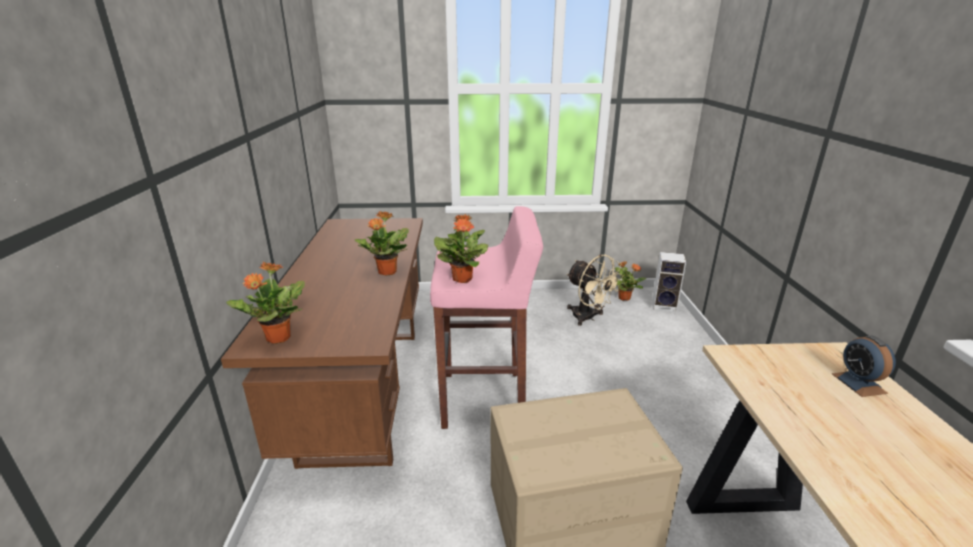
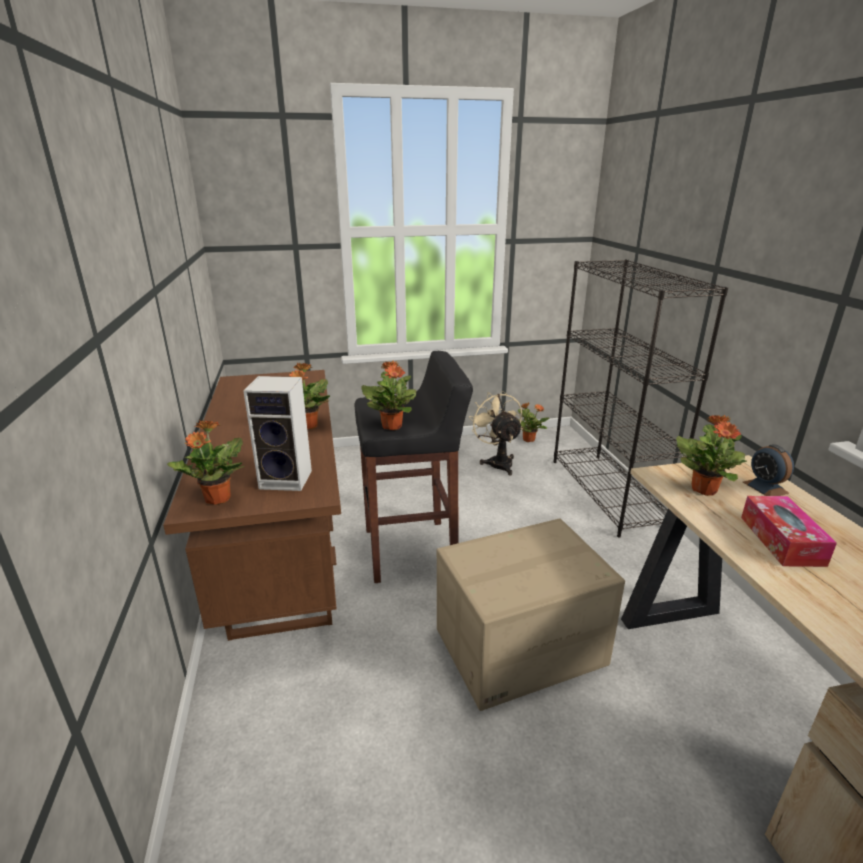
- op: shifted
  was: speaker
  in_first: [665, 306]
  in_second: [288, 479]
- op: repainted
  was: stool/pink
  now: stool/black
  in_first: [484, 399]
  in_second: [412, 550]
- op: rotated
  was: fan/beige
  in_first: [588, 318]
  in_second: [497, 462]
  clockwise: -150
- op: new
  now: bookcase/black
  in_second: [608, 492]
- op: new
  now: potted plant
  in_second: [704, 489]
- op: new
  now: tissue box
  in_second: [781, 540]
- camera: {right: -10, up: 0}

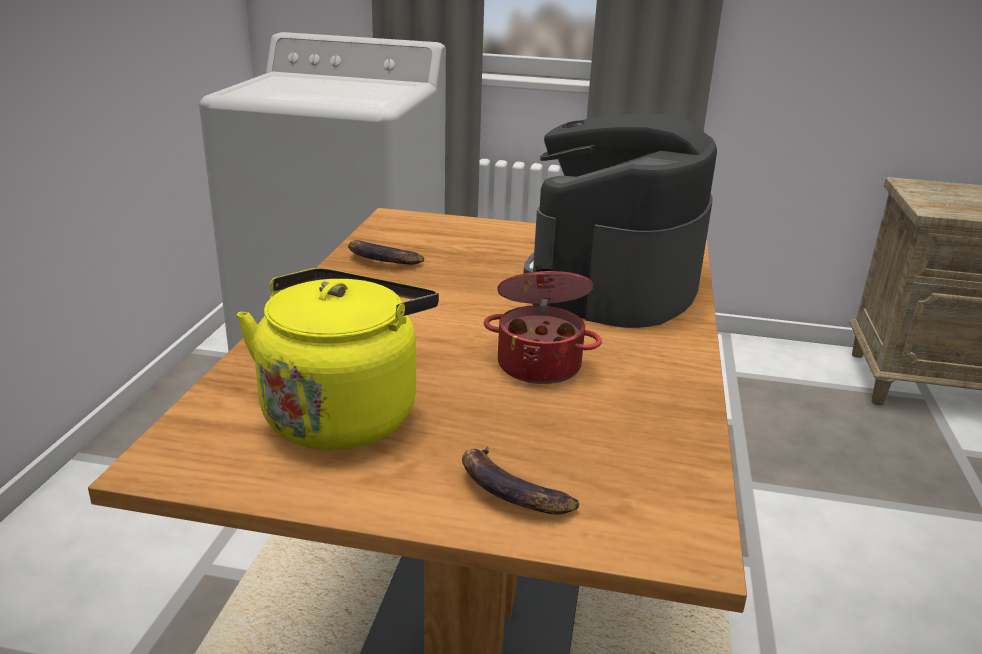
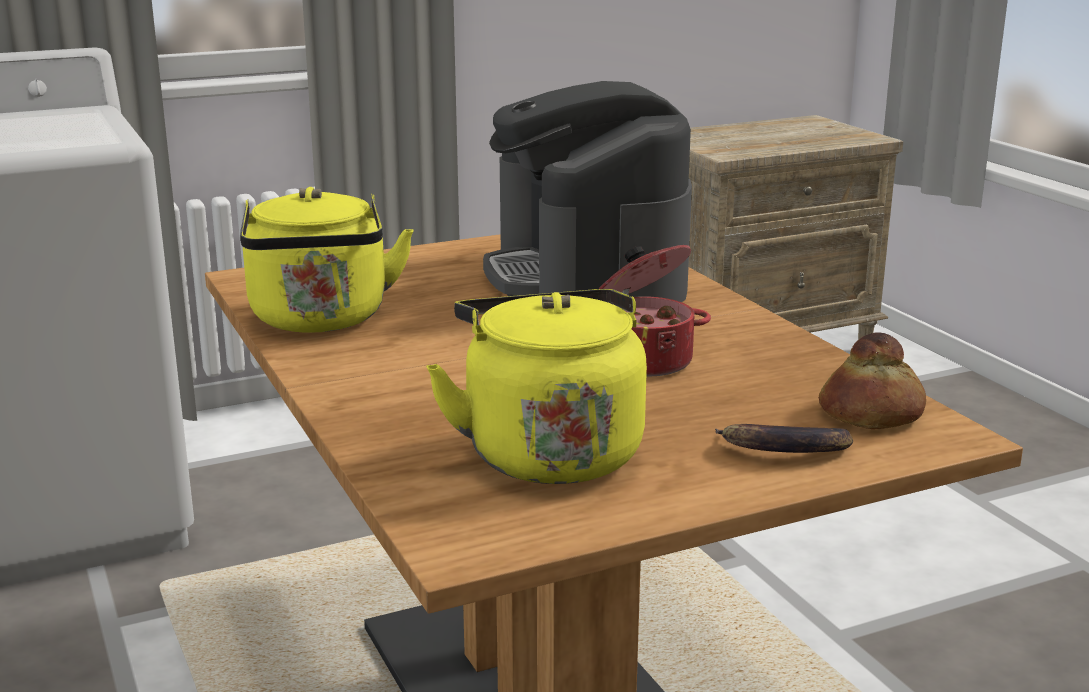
- op: swapped
  was: banana
  now: kettle/yellow
  in_first: [381, 260]
  in_second: [321, 321]
- op: new
  now: bread
  in_second: [872, 413]
- camera: {right: -35, up: -5}

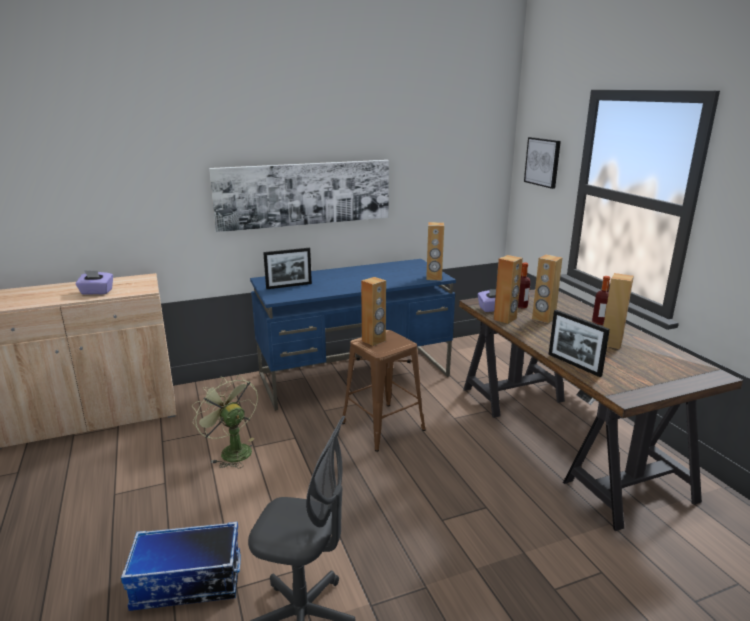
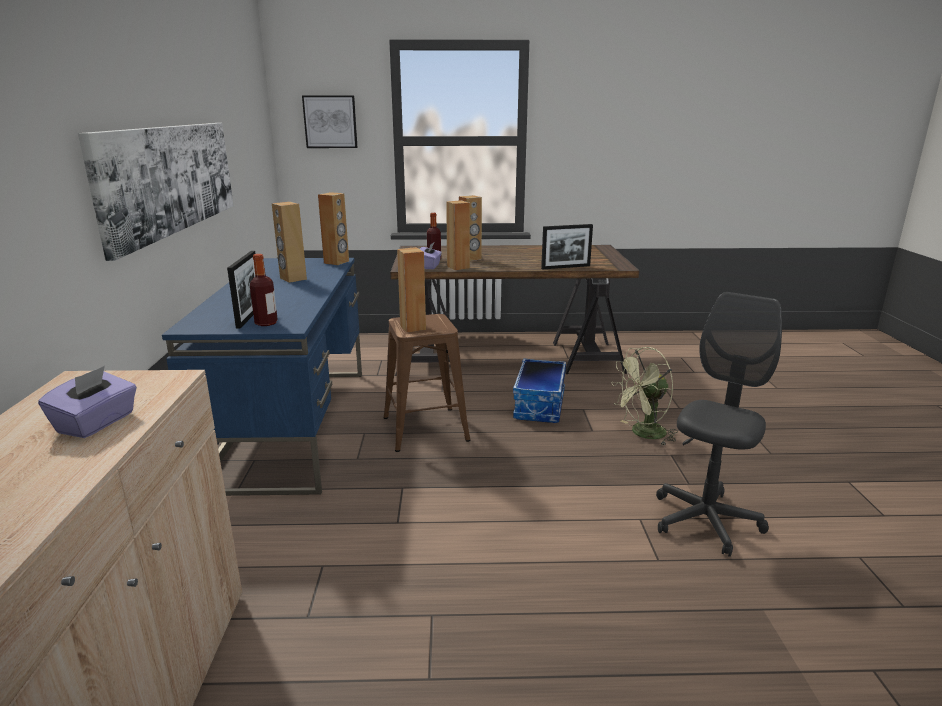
- op: shifted
  was: bottle
  in_first: [599, 322]
  in_second: [266, 323]
- op: shifted
  was: speaker/brown
  in_first: [610, 343]
  in_second: [293, 279]
- op: shifted
  was: storage box
  in_first: [187, 583]
  in_second: [540, 405]
- op: shifted
  was: fan/green
  in_first: [231, 451]
  in_second: [642, 434]
- camera: {right: -70, up: 0}

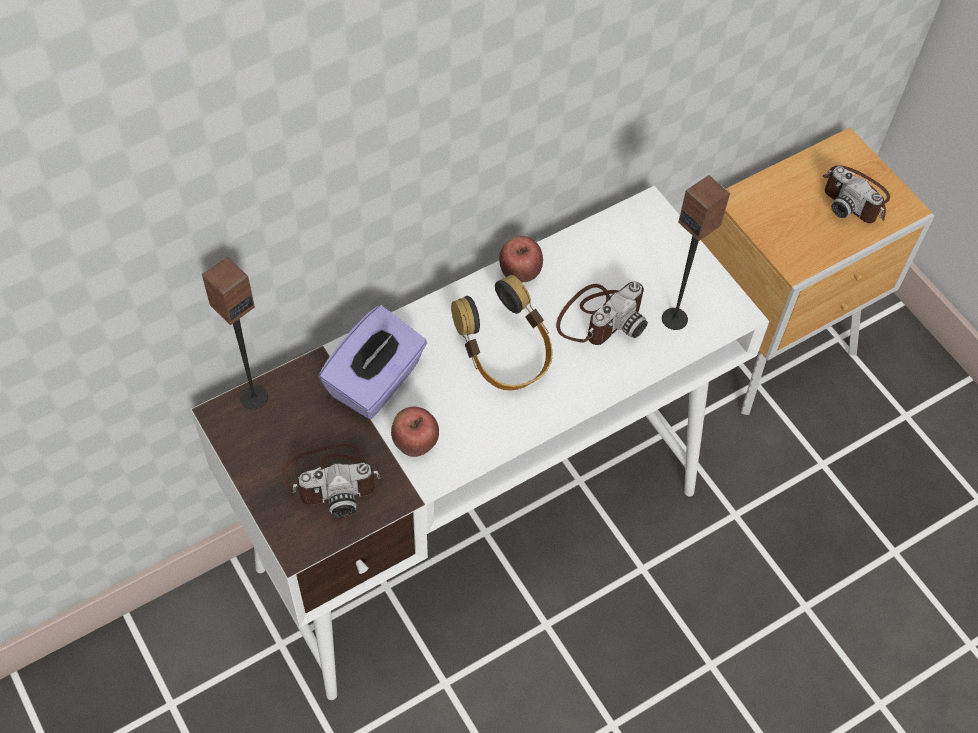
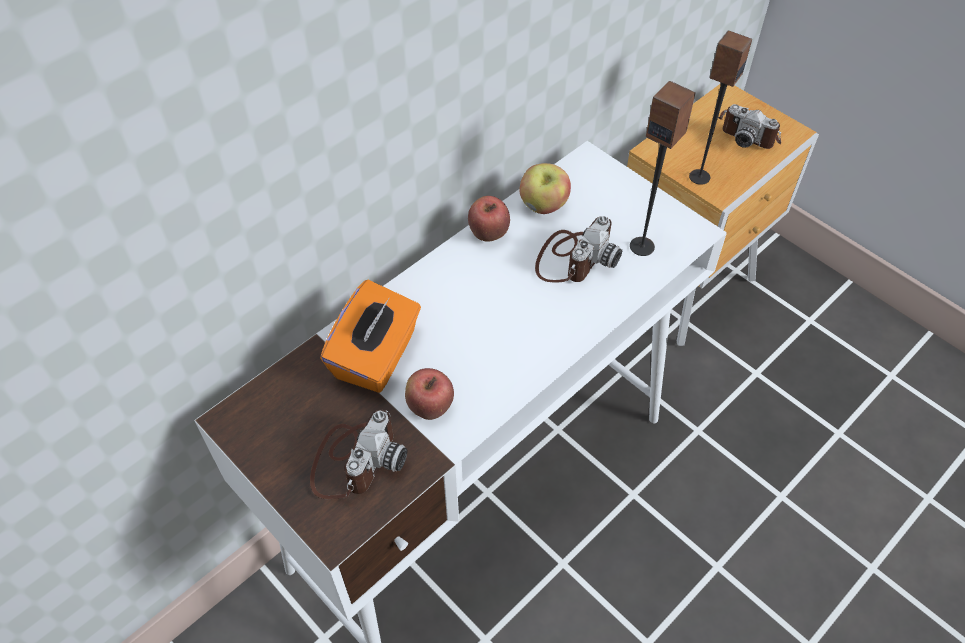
- op: rotated
  was: photo camera
  in_first: [332, 479]
  in_second: [355, 459]
  clockwise: -45
- op: repainted
  was: tissue box/purple
  now: tissue box/orange
  in_first: [376, 381]
  in_second: [377, 356]
- op: new
  now: apple
  in_second: [543, 206]
- op: shifted
  was: speaker
  in_first: [253, 397]
  in_second: [699, 177]
- op: gone
  was: headphones
  in_first: [504, 355]
- camera: {right: -10, up: -5}

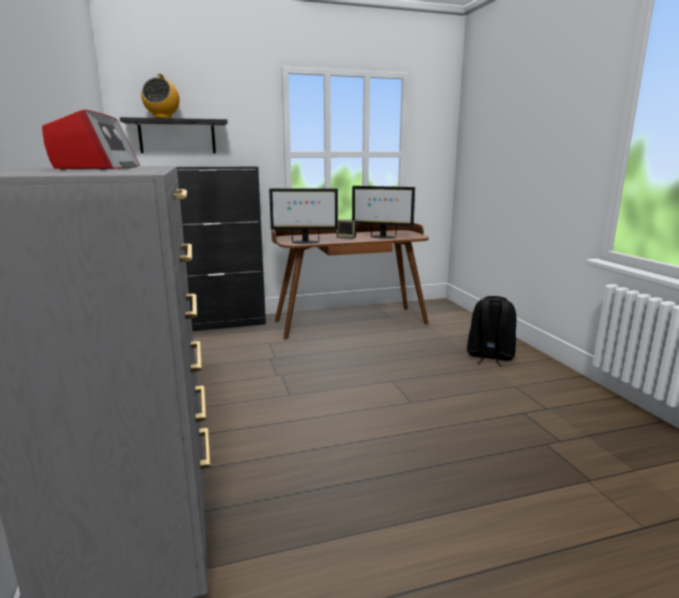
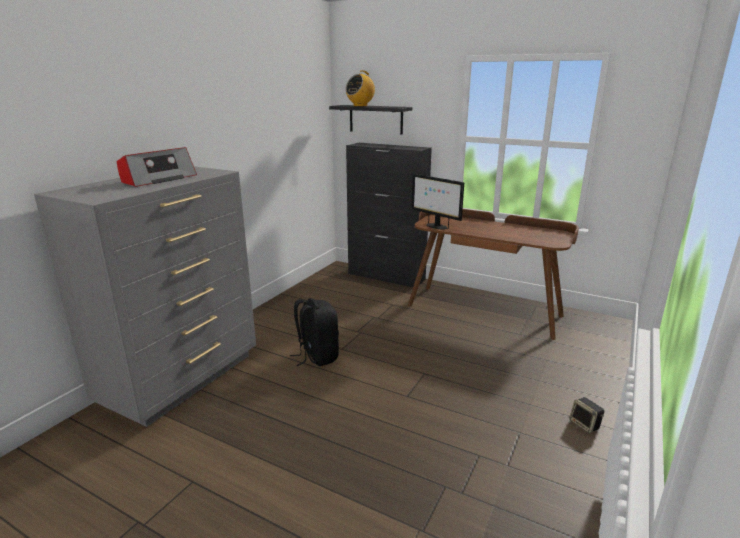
- op: shifted
  was: backpack/black
  in_first: [489, 356]
  in_second: [317, 356]
- op: shifted
  was: speaker
  in_first: [347, 238]
  in_second: [585, 425]
- op: gone
  was: monitor
  in_first: [382, 237]
- camera: {right: 45, up: 5}

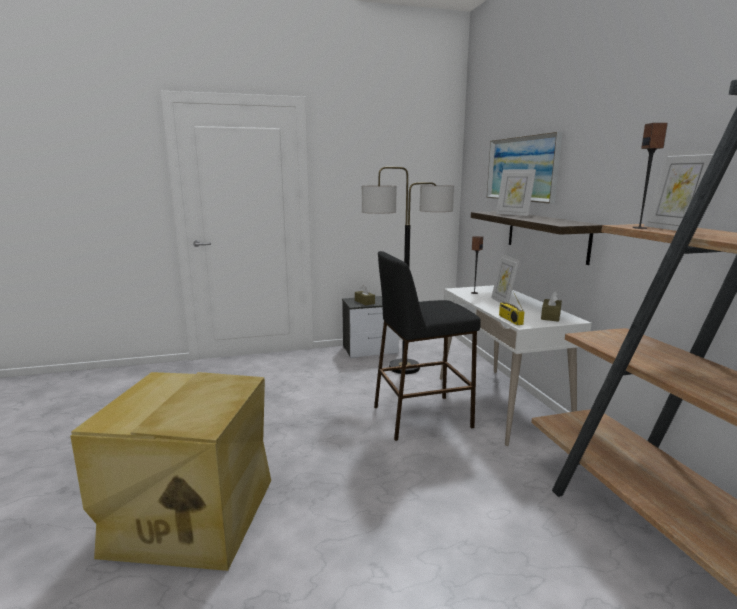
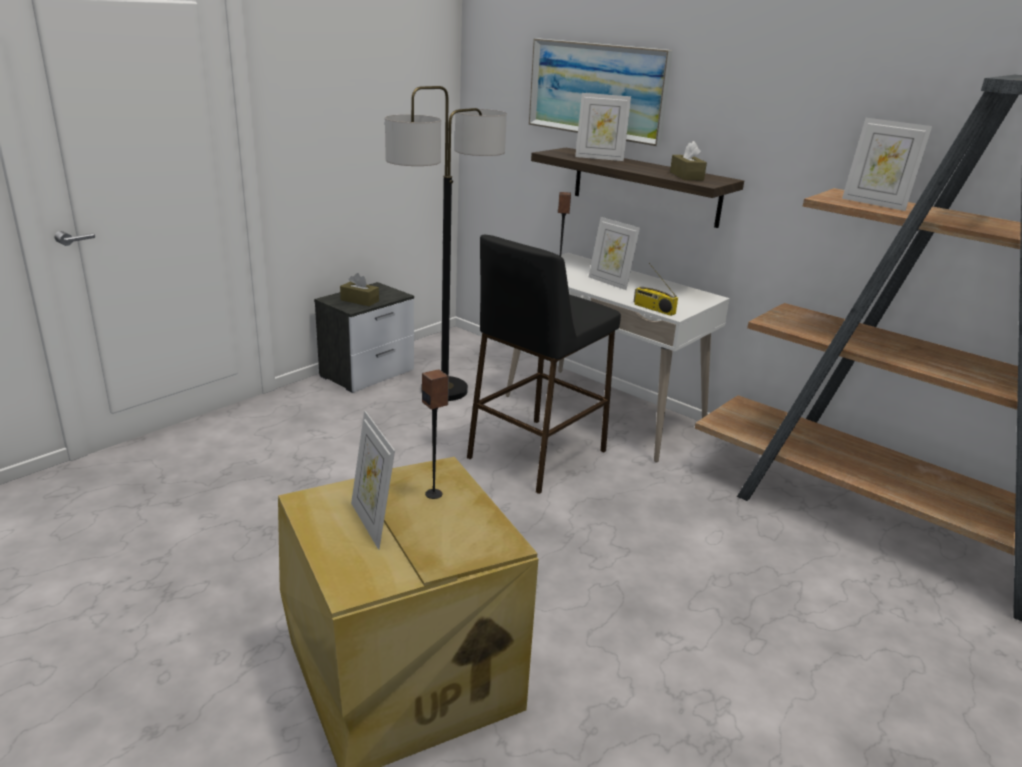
- op: new
  now: picture frame
  in_second: [373, 523]
- op: shifted
  was: speaker
  in_first: [640, 228]
  in_second: [434, 494]
- op: shifted
  was: tissue box/brown
  in_first: [550, 316]
  in_second: [686, 176]
- camera: {right: -35, up: 10}

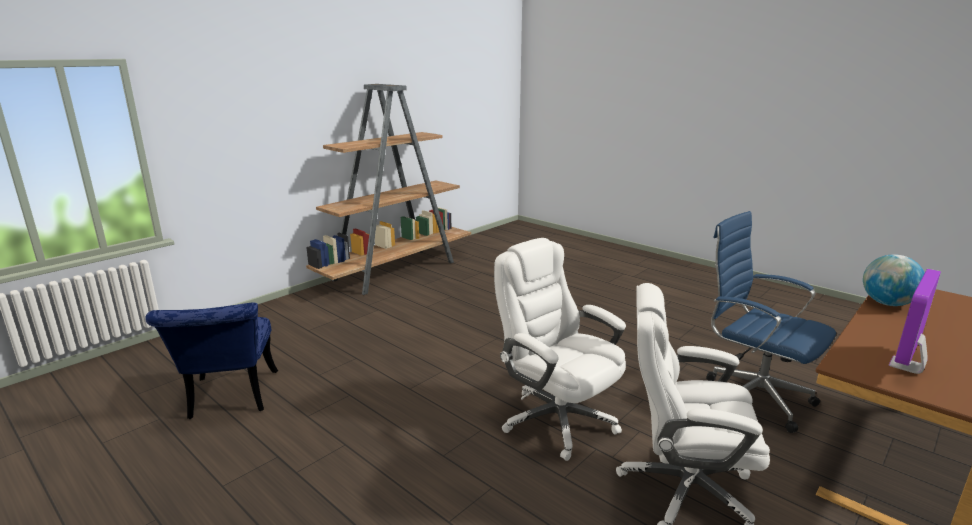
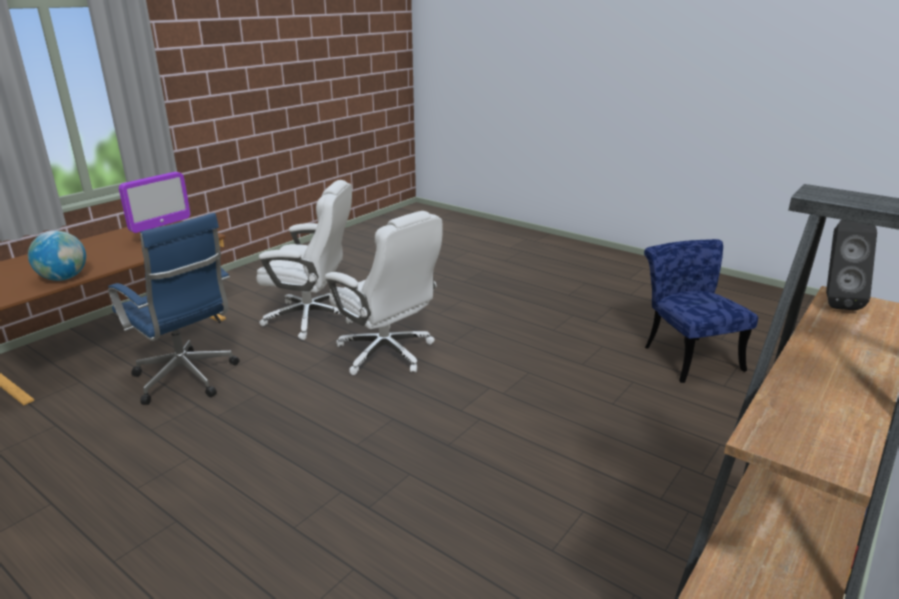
- op: new
  now: speaker/black
  in_second: [834, 302]
- camera: {right: 175, up: 5}

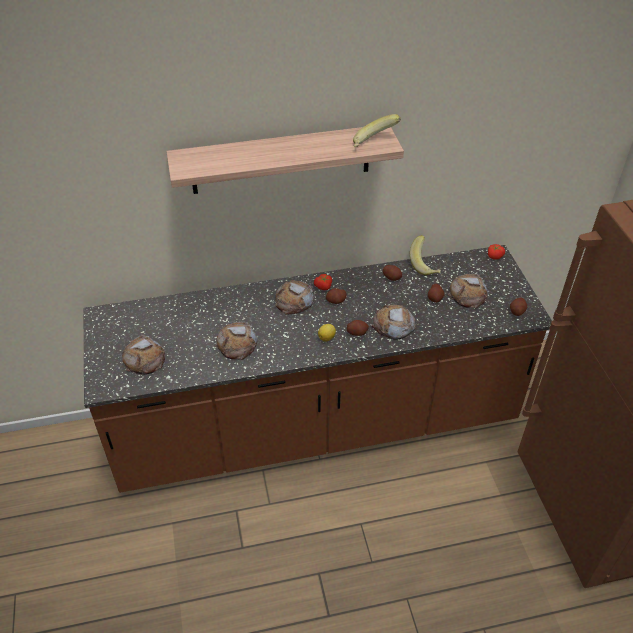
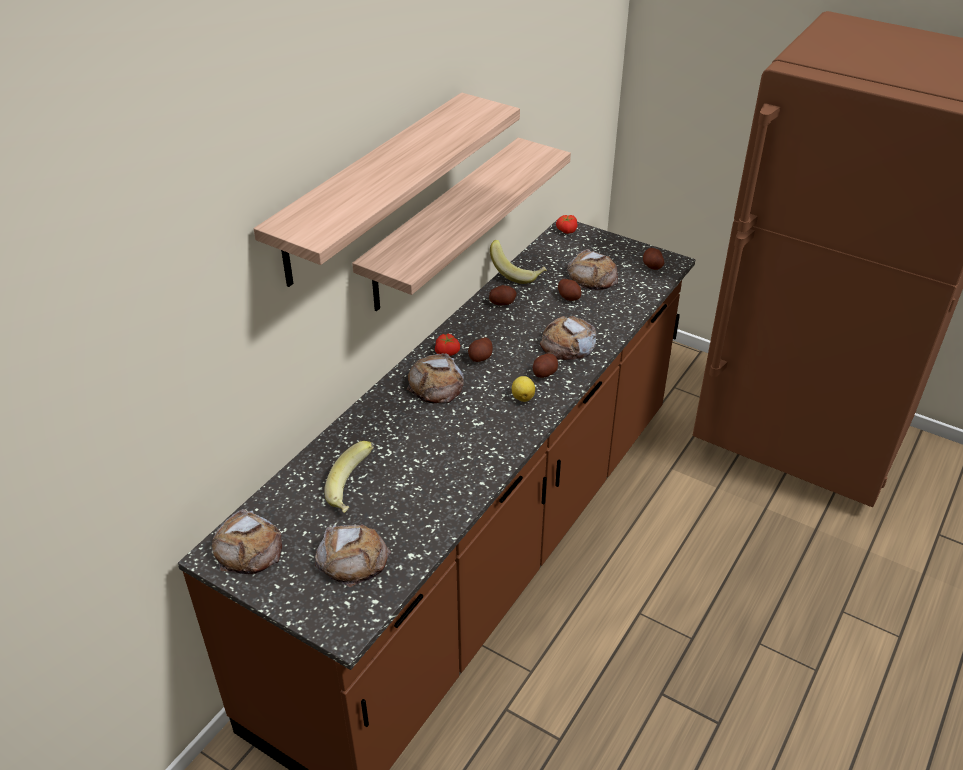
- op: shifted
  was: bread
  in_first: [237, 344]
  in_second: [248, 548]
- op: shifted
  was: banana
  in_first: [374, 144]
  in_second: [353, 491]
- op: new
  now: shelf
  in_second: [443, 224]
- camera: {right: -45, up: -5}

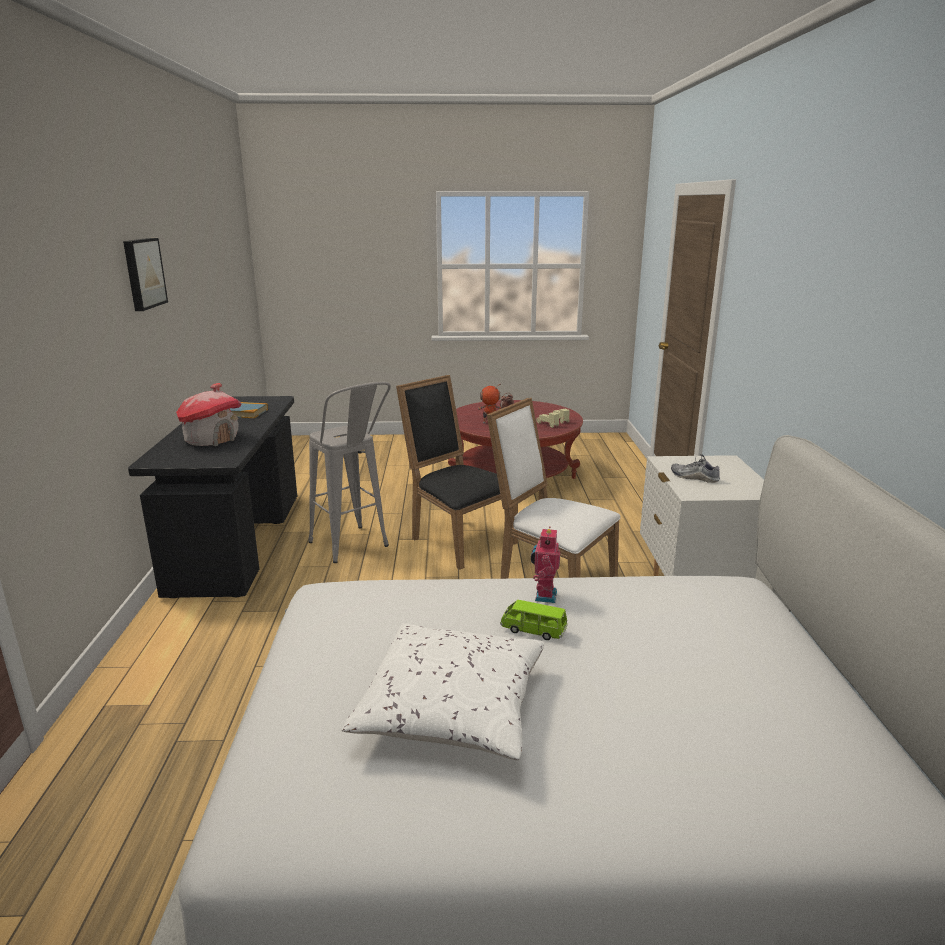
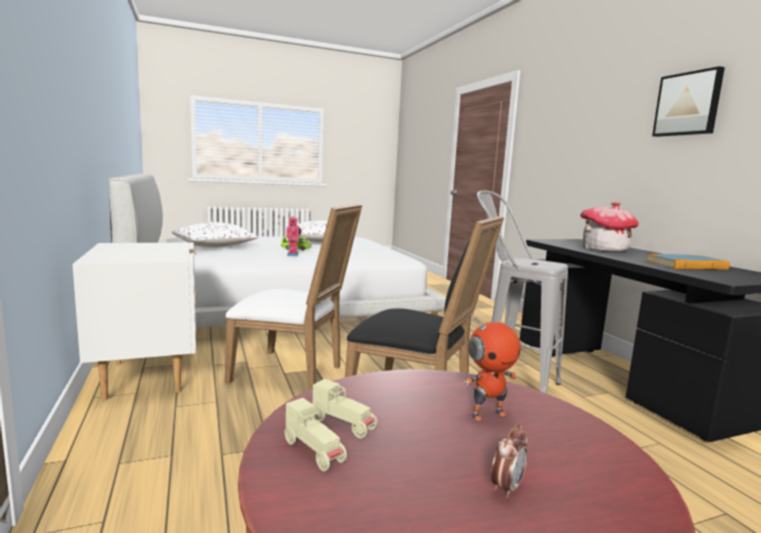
- op: new
  now: pillow/white
  in_second: [214, 246]
- op: gone
  was: shoe
  in_first: [694, 477]
- camera: {right: 160, up: -10}

